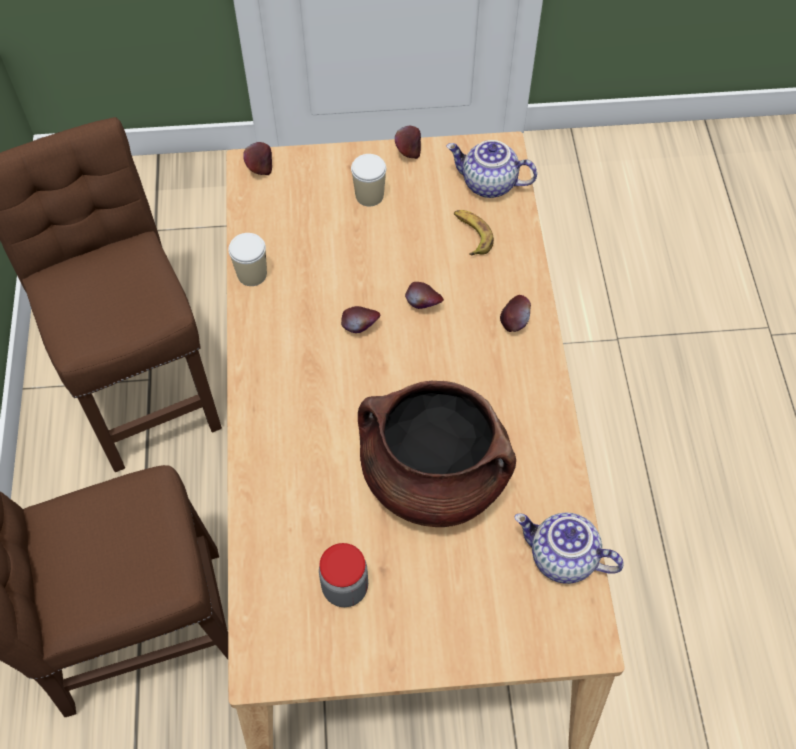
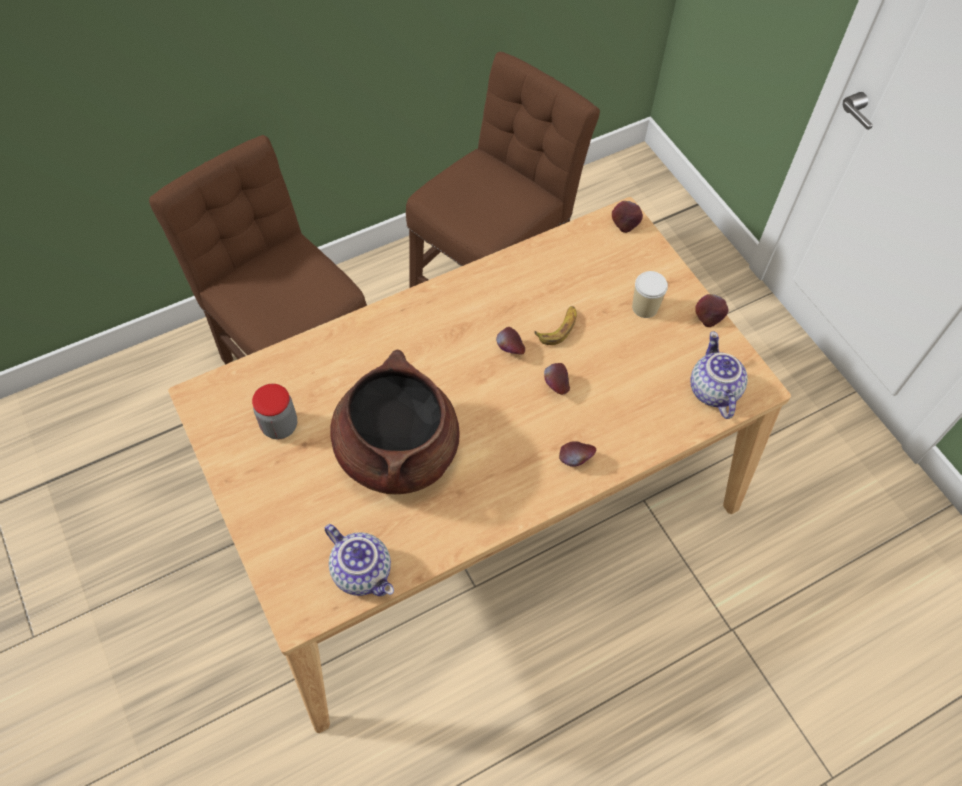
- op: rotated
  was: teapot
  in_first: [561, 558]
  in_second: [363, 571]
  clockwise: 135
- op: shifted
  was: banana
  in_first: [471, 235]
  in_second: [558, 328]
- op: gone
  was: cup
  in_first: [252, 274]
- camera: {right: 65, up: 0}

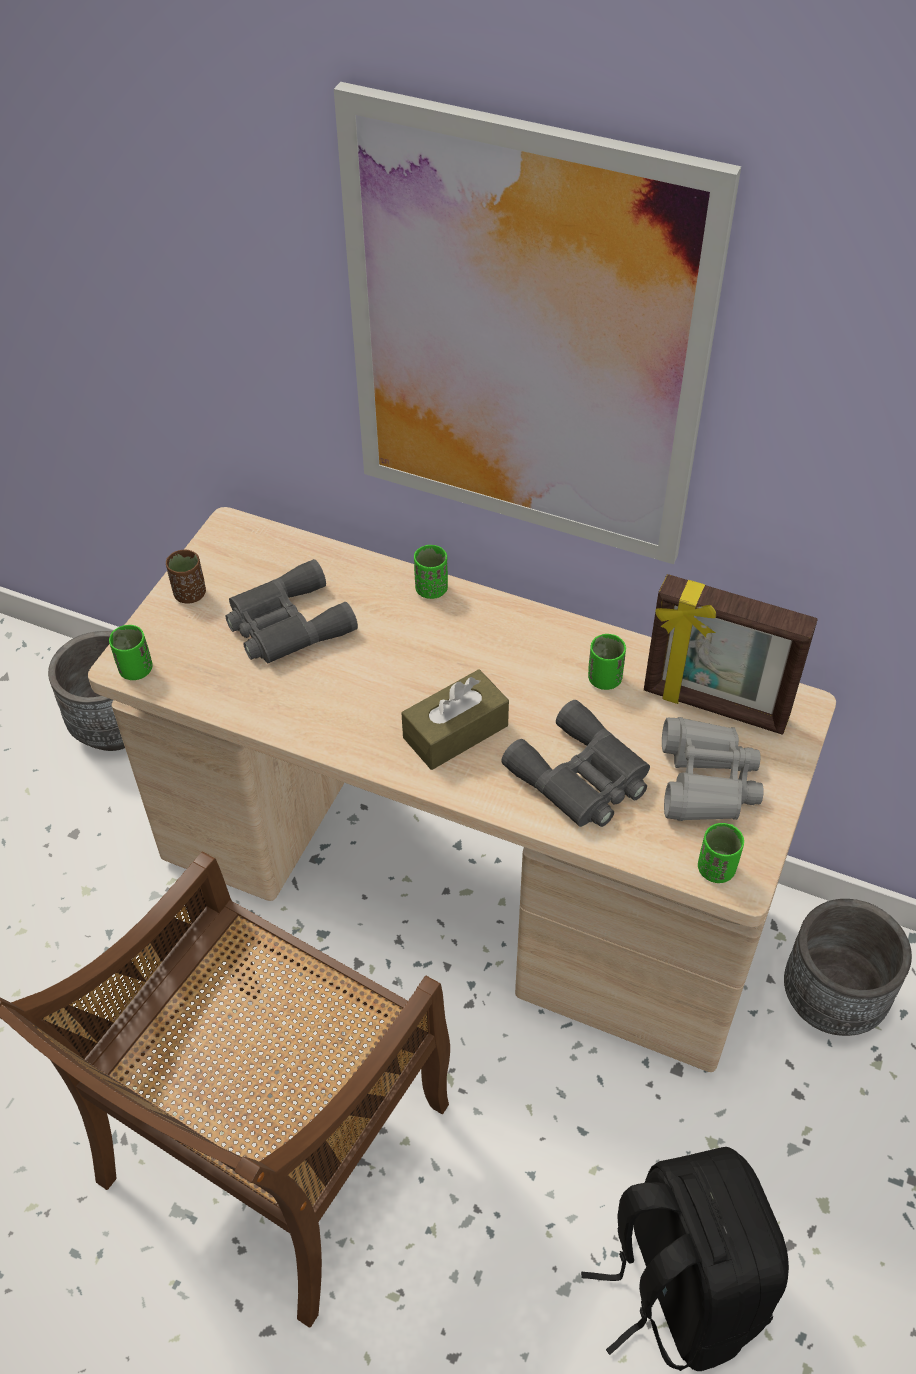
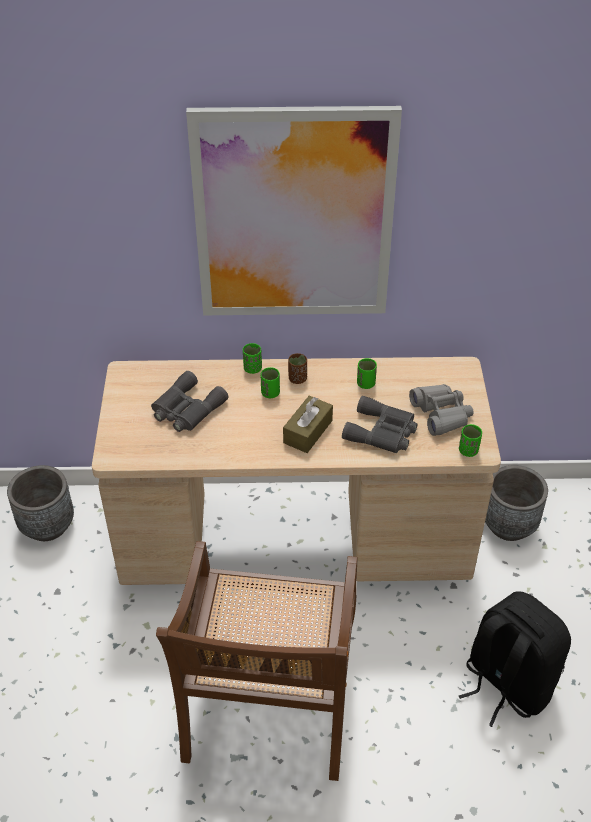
- op: shifted
  was: cup/green
  in_first: [136, 670]
  in_second: [270, 393]
- op: shifted
  was: cup/brown
  in_first: [190, 594]
  in_second: [297, 379]
- op: gone
  was: picture frame
  in_first: [714, 706]
- camera: {right: -25, up: -5}

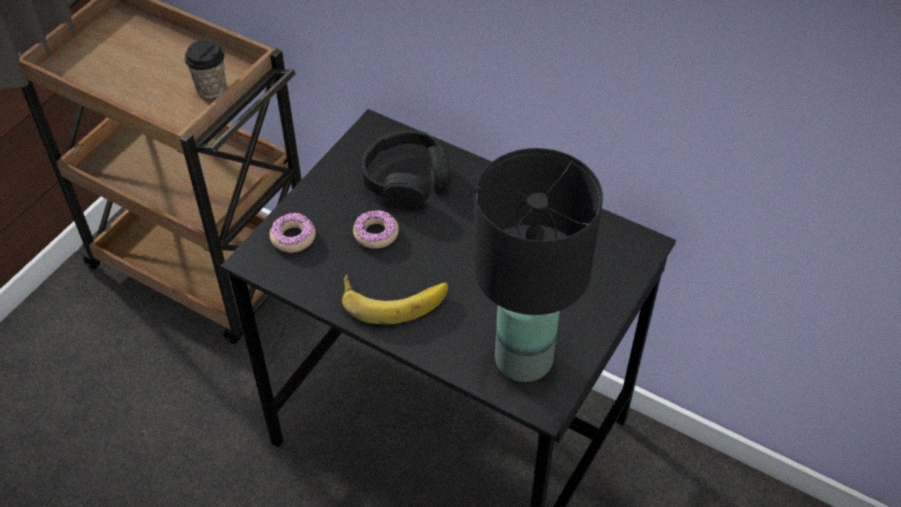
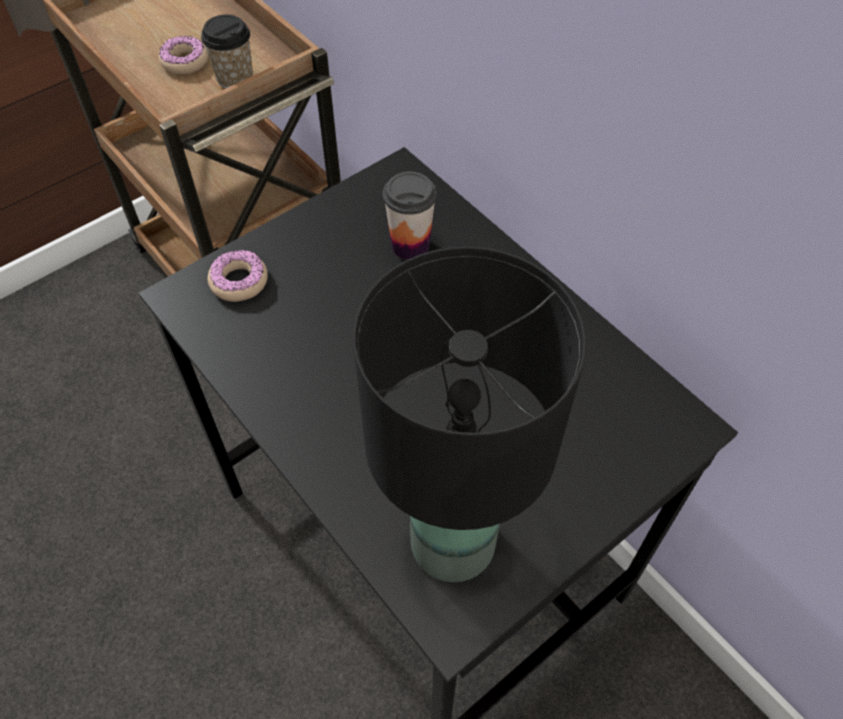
- op: shifted
  was: donut
  in_first: [376, 233]
  in_second: [185, 61]
- op: swapped
  was: headphones/black
  now: cup
  in_first: [407, 179]
  in_second: [410, 245]
- op: gone
  was: banana
  in_first: [394, 296]
- camera: {right: 20, up: 5}

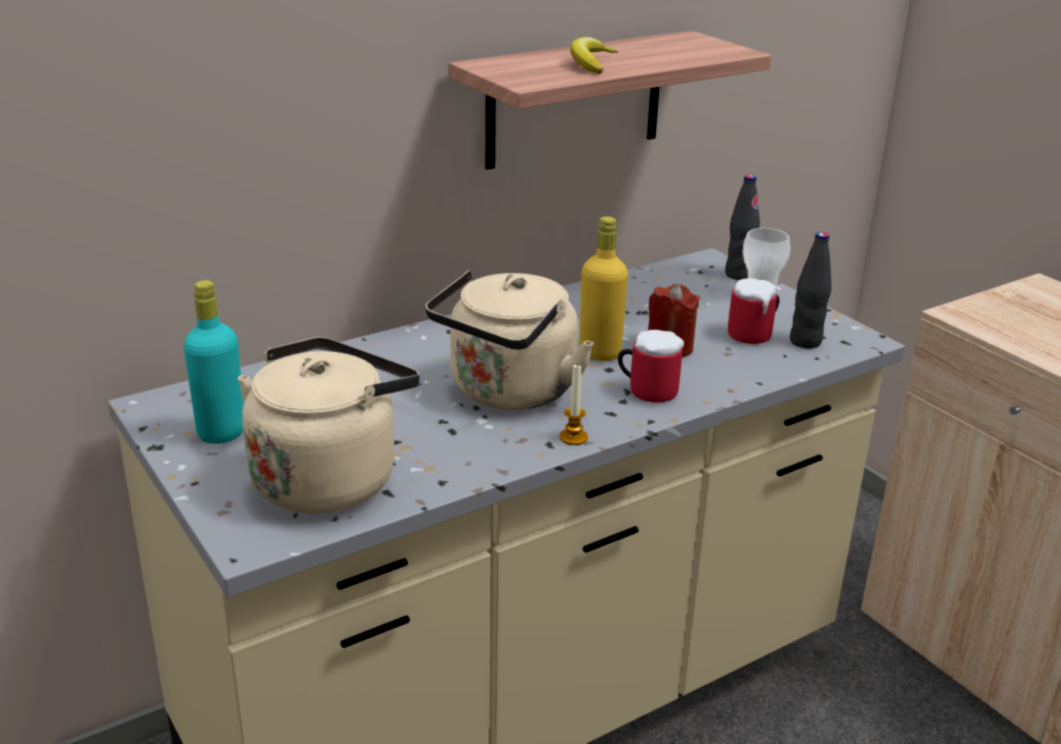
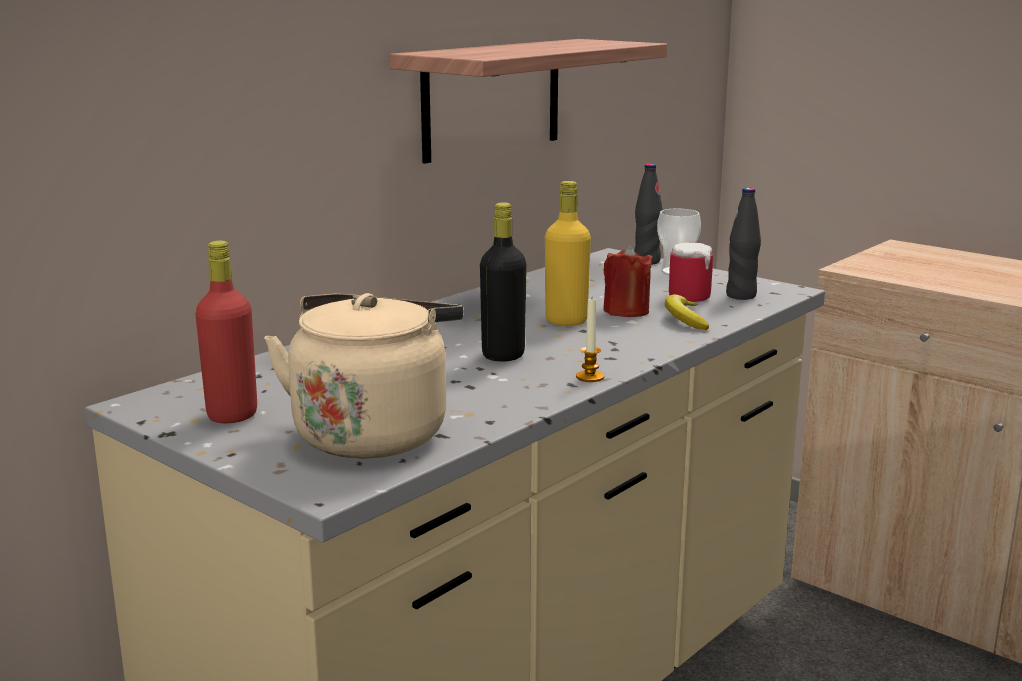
- op: repainted
  was: bottle/turquoise
  now: bottle/red
  in_first: [221, 433]
  in_second: [232, 415]
- op: swapped
  was: kettle/beige
  now: bottle/black
  in_first: [508, 393]
  in_second: [503, 355]
- op: shifted
  was: banana
  in_first: [591, 63]
  in_second: [685, 319]
- op: gone
  was: mug
  in_first: [647, 389]
- camera: {right: -15, up: -10}

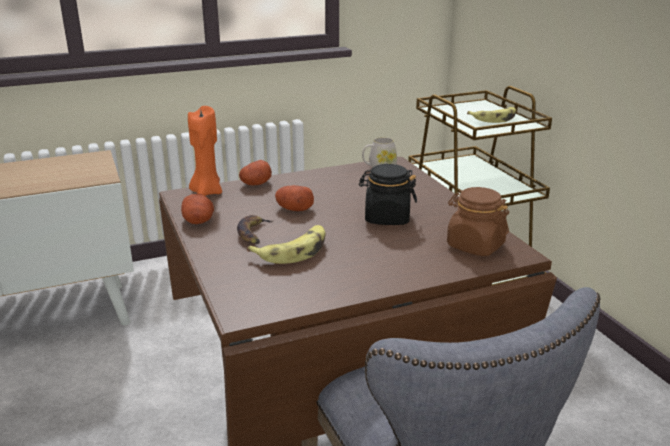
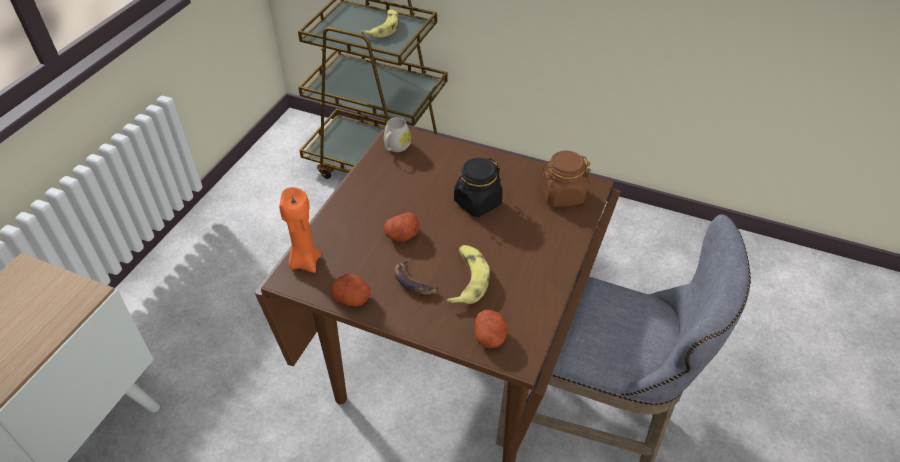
- op: shifted
  was: potato
  in_first: [256, 184]
  in_second: [490, 337]
- camera: {right: -45, up: 20}

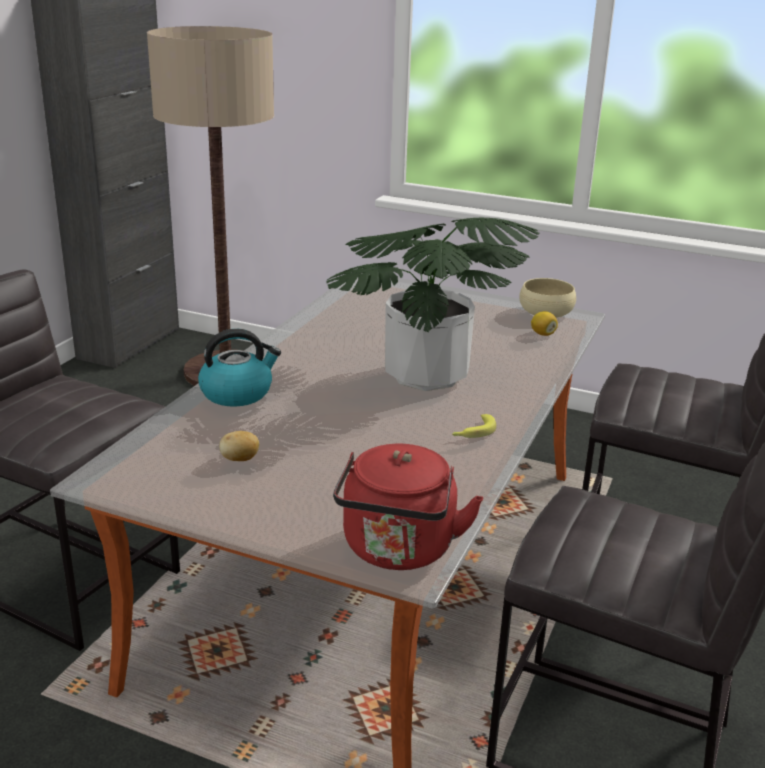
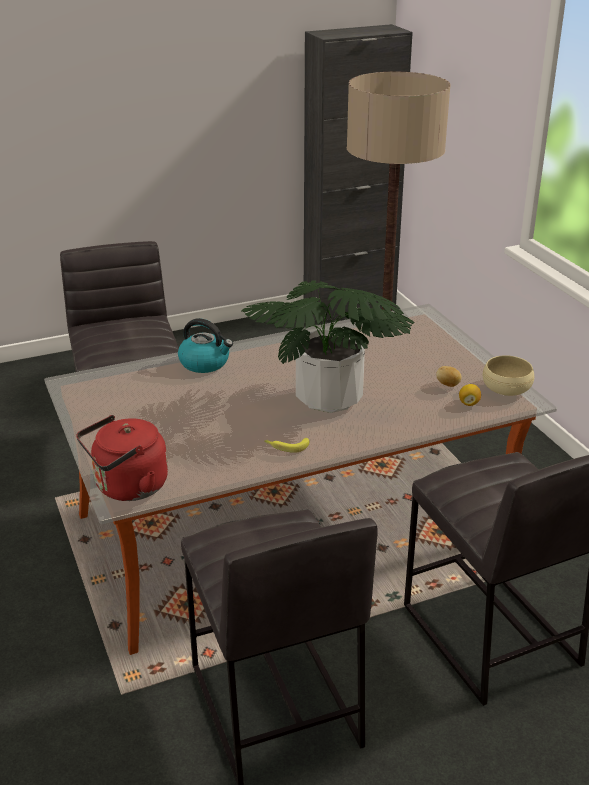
- op: shifted
  was: potato
  in_first: [240, 459]
  in_second: [448, 385]
- camera: {right: 45, up: 5}

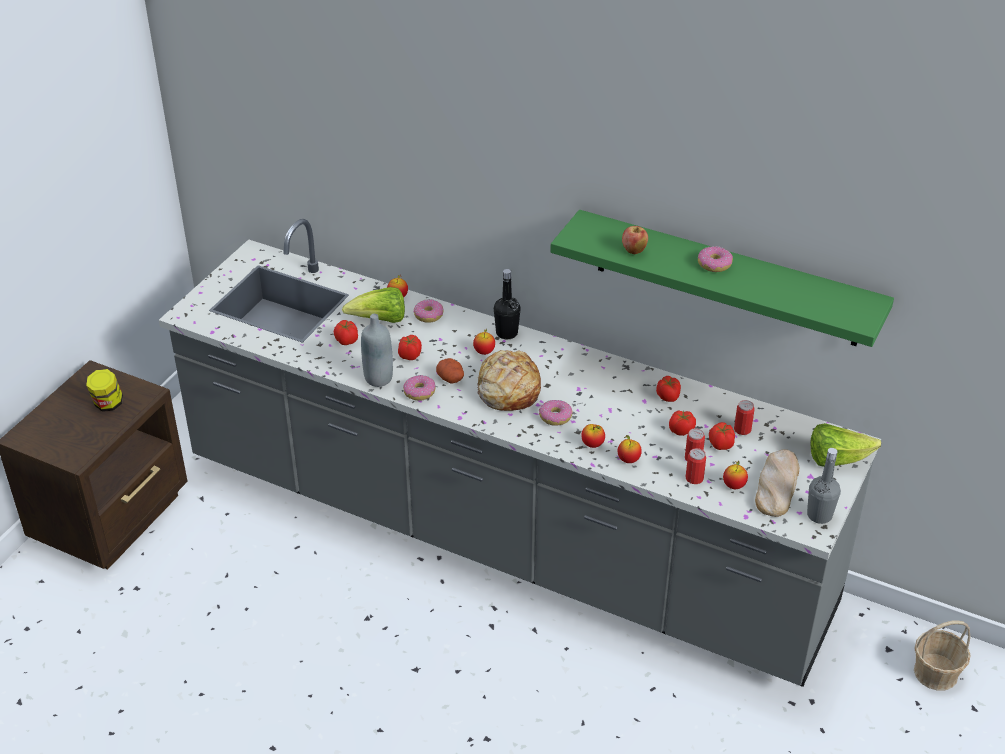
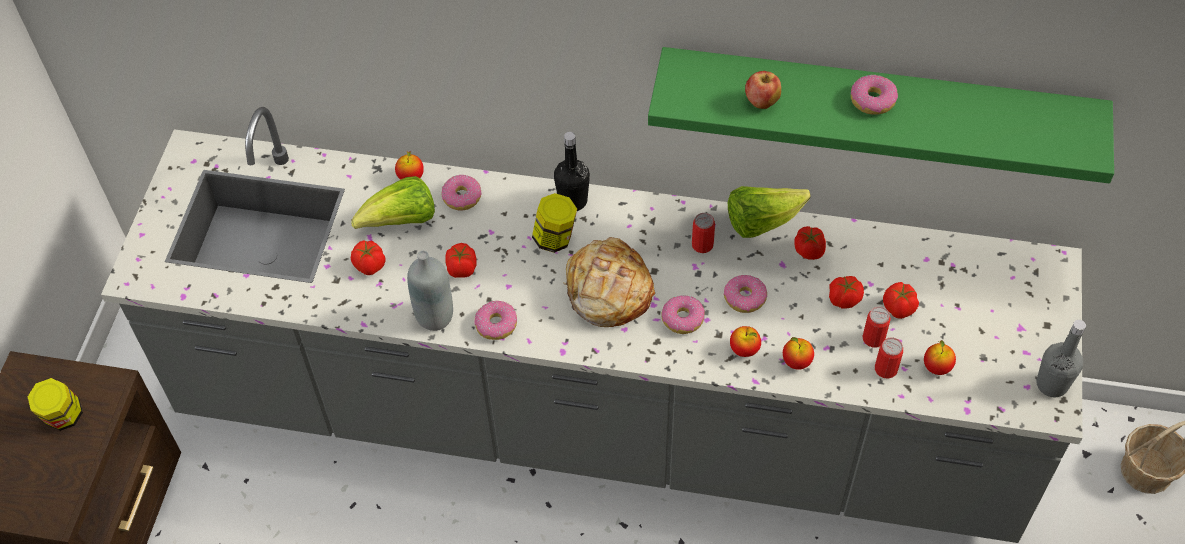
- op: swapped
  was: apple
  now: jar
  in_first: [484, 352]
  in_second: [555, 238]
- op: shifted
  was: can
  in_first: [742, 429]
  in_second: [702, 245]
- op: new
  now: donut
  in_second: [745, 298]
- op: shifted
  was: lettuce
  in_first: [837, 459]
  in_second: [761, 222]
- op: gone
  was: potato
  in_first: [451, 378]
- op: gone
  was: bread
  in_first: [776, 485]
- camera: {right: -15, up: 15}

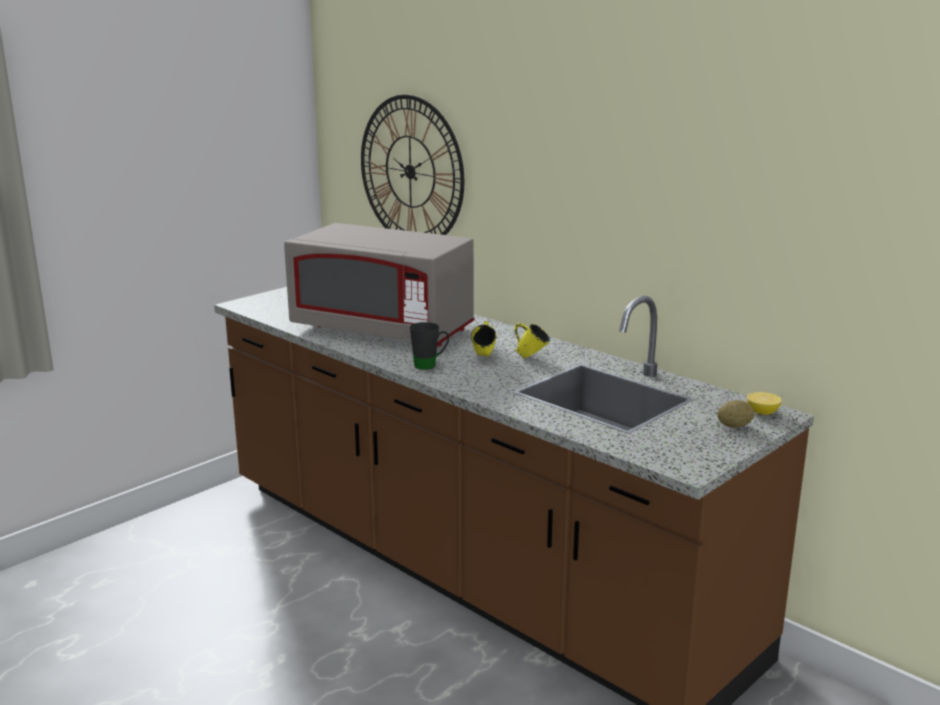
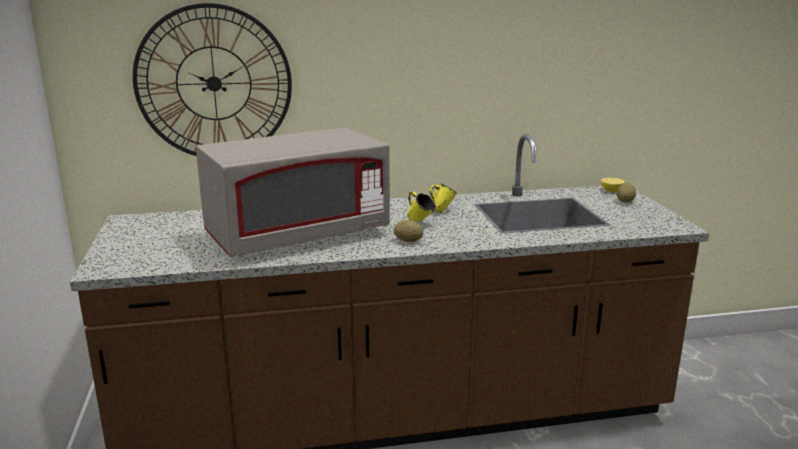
- op: swapped
  was: mug/black
  now: potato
  in_first: [430, 365]
  in_second: [408, 241]
- camera: {right: -55, up: 0}

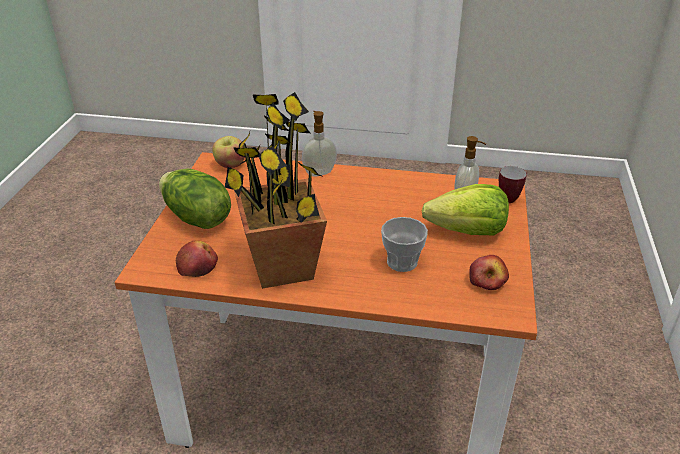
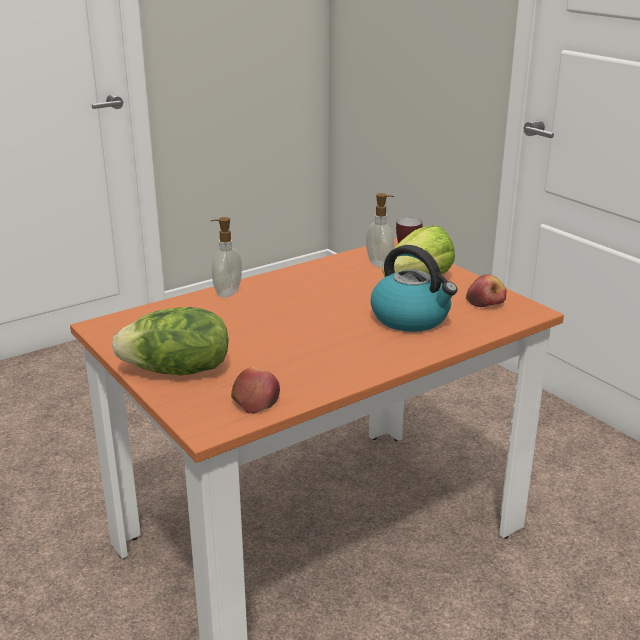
- op: swapped
  was: cup
  now: kettle
  in_first: [402, 262]
  in_second: [411, 318]
- op: gone
  was: apple
  in_first: [230, 165]
- op: gone
  was: potted plant
  in_first: [283, 268]
- camera: {right: -45, up: -10}

